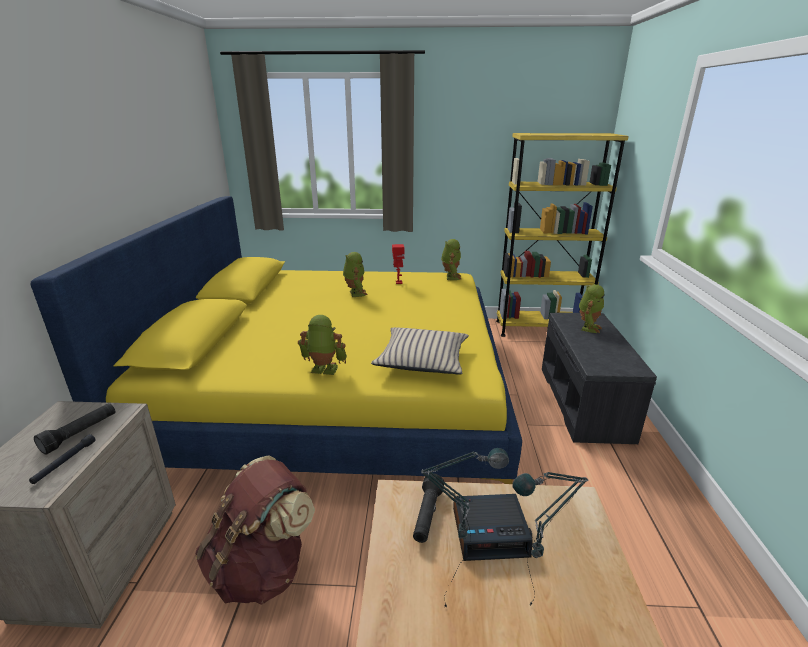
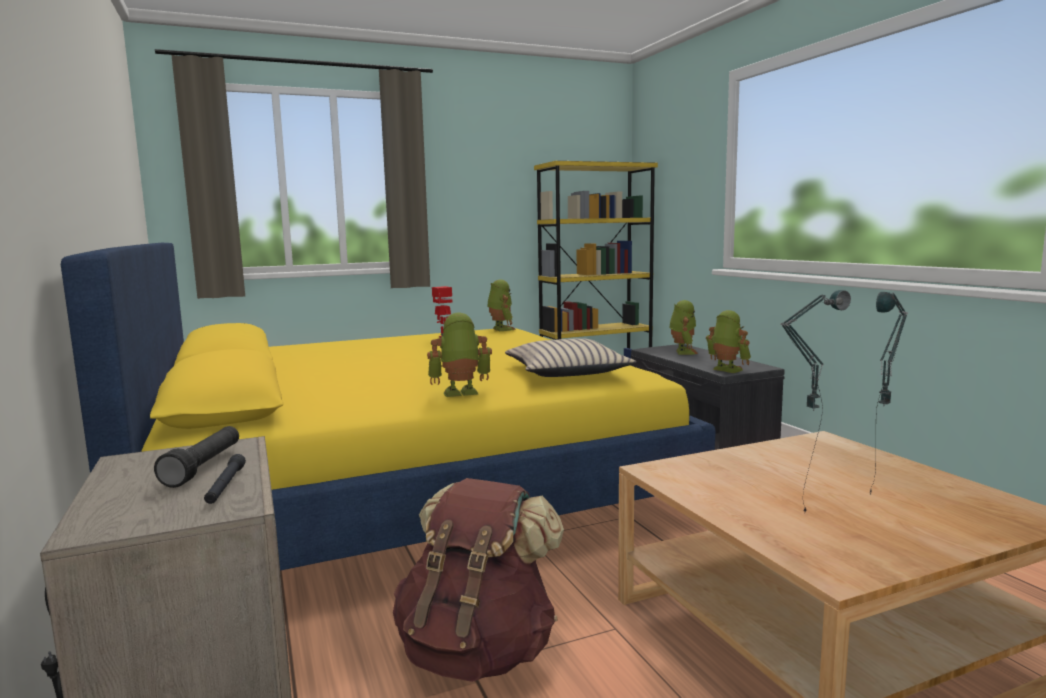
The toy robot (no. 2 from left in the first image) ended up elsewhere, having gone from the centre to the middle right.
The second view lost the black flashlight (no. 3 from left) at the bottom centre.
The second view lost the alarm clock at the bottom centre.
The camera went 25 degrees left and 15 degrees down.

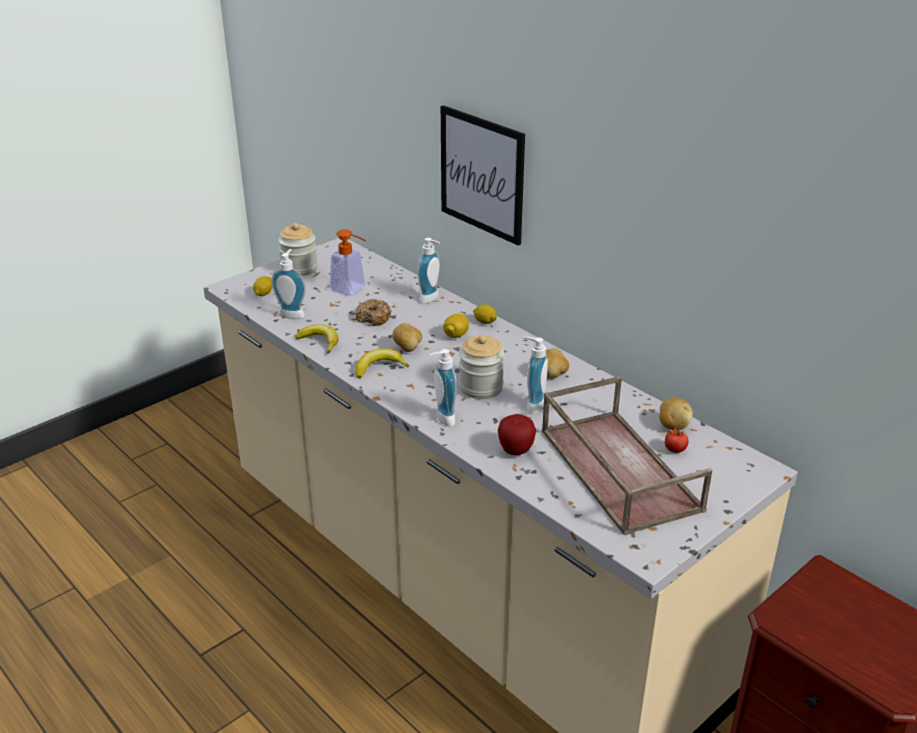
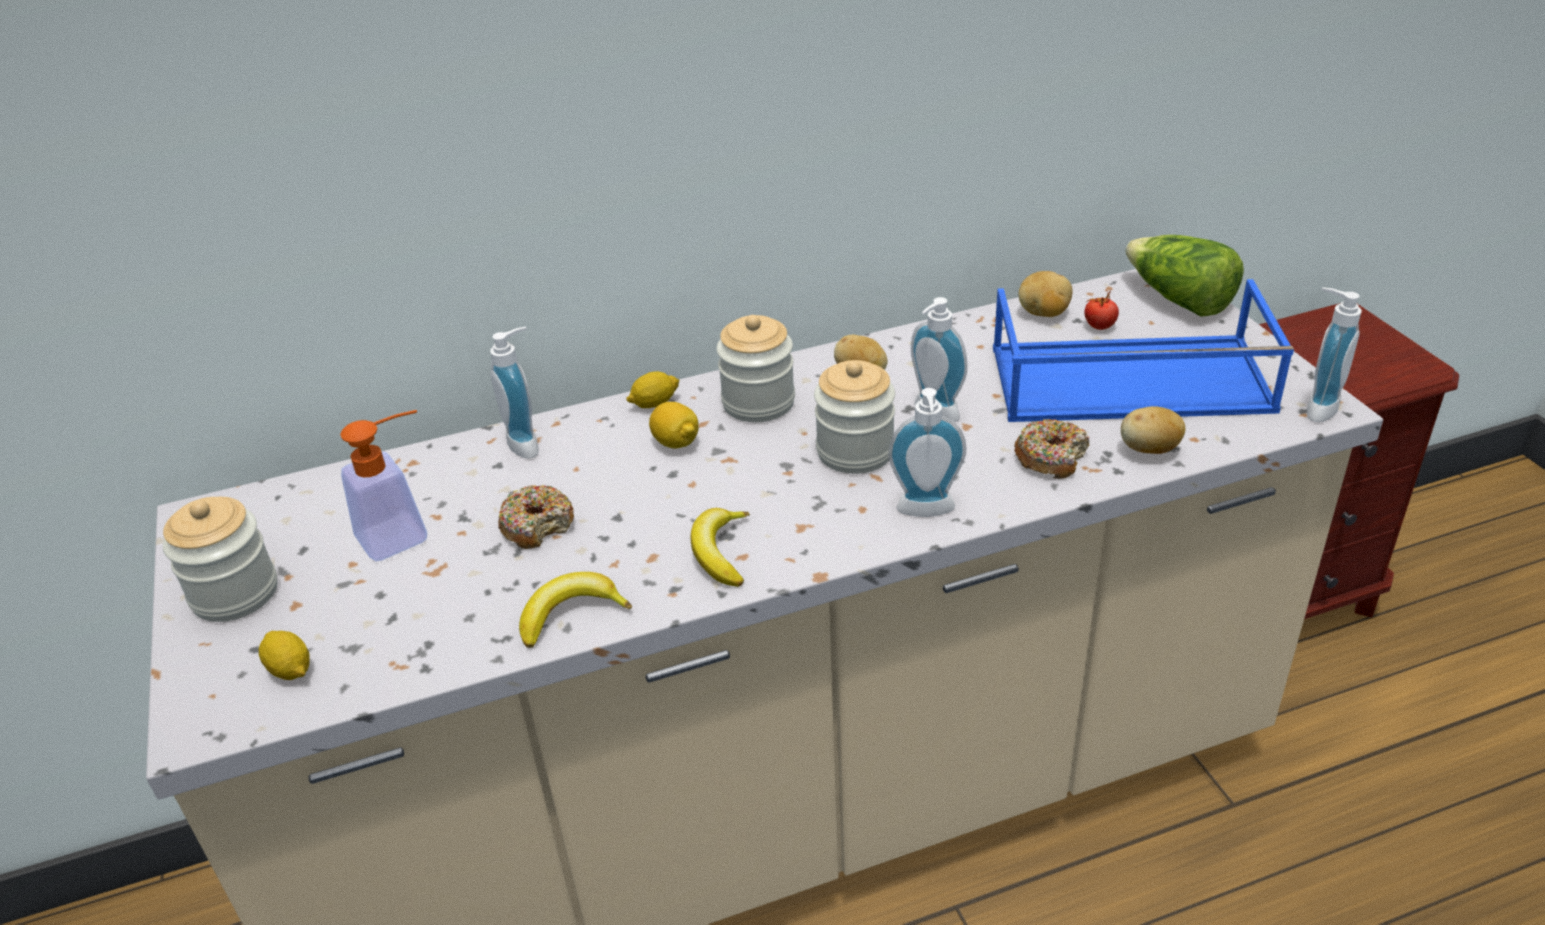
The soap dispenser (no. 1 from left in the first image) ended up elsewhere, having gone from the middle left to the middle right.
The potato (no. 1 from left in the first image) ended up elsewhere, having gone from the centre to the middle right.
The second view lost the picture at the top centre.
Where the apple stood at the centre, the donut (no. 2 from left) came to stand at the middle right.
What was the brown tray at the middle right turned into the blue tray at the middle right.
The second view gained the jar (no. 2 from left) at the centre.
The second view gained the lettuce at the top right.
The camera went 65 degrees left and 5 degrees up.

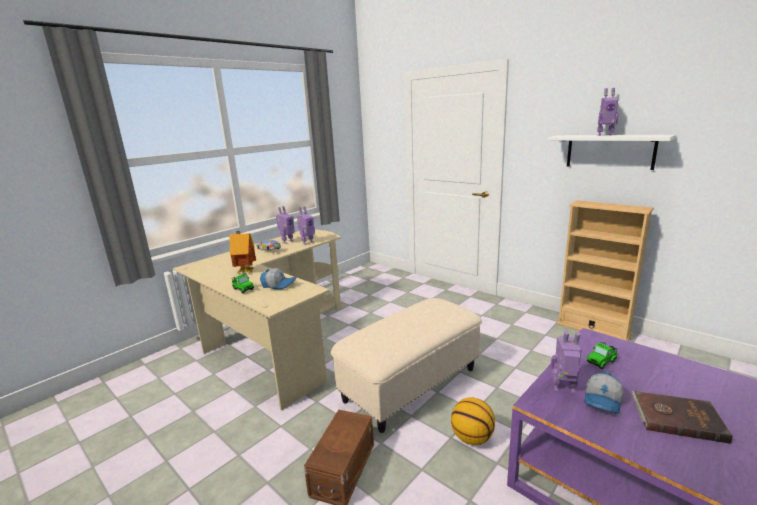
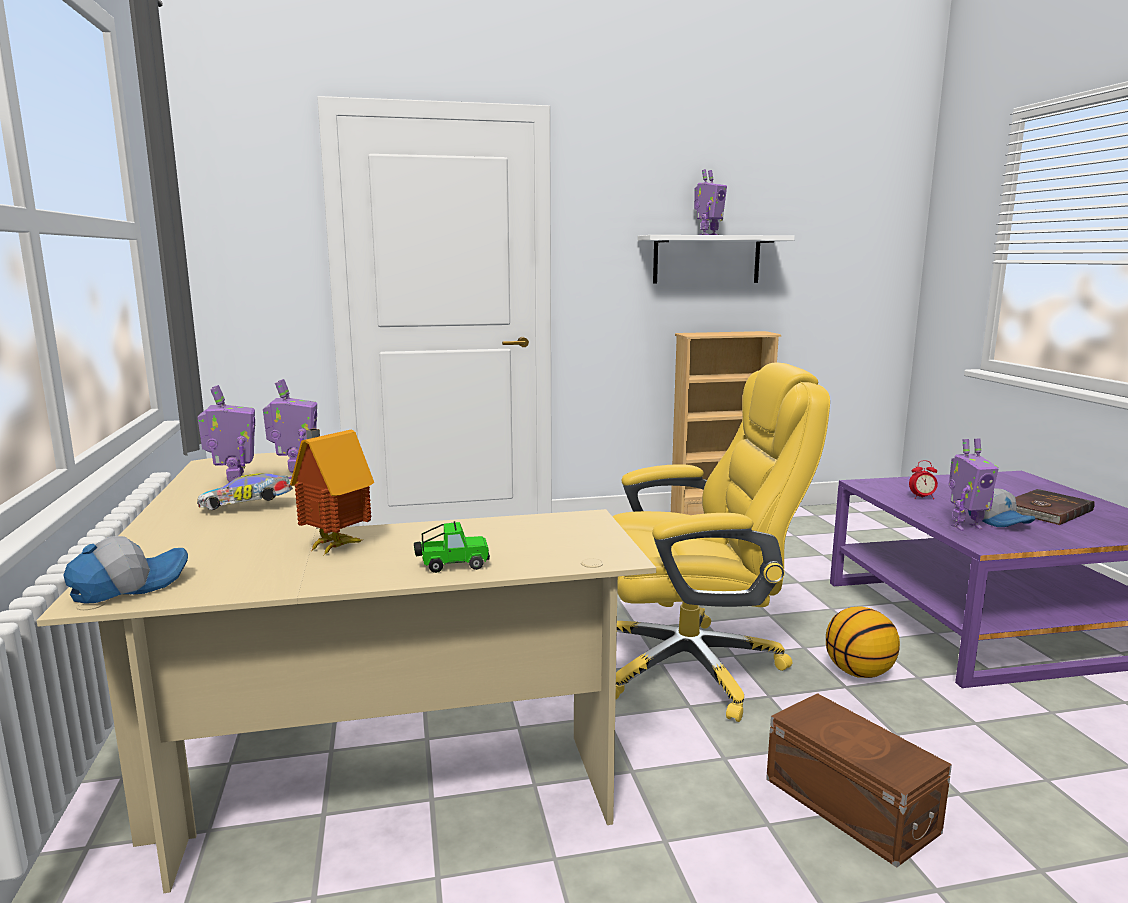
The cap (no. 1 from left) ended up elsewhere, having gone from the centre to the middle left.
Where the beige ottoman stood at the bottom centre, the yellow office chair came to stand at the centre.
The toy robot (no. 3 from left in the first image) at the bottom right ended up facing another way, 150 degrees counterclockwise from before.
Where the toy car (no. 3 from left) stood at the bottom right, the alarm clock came to stand at the middle right.
The camera went 55 degrees left and 5 degrees down.

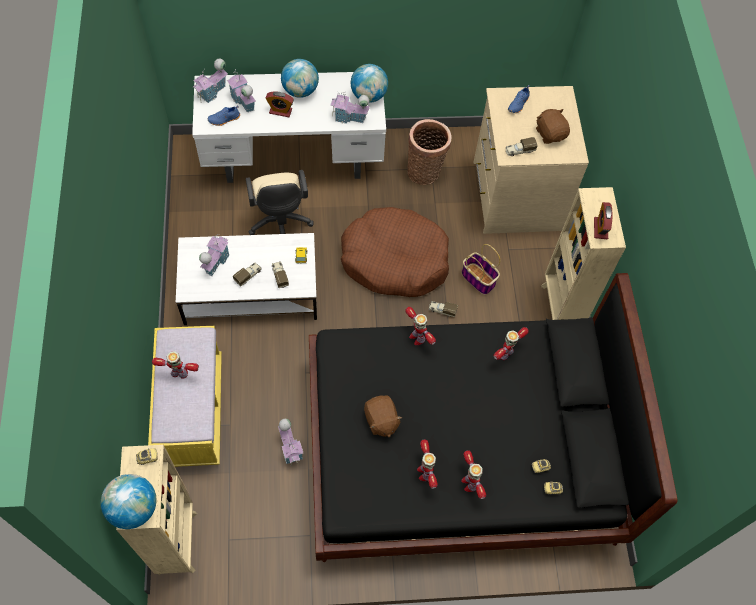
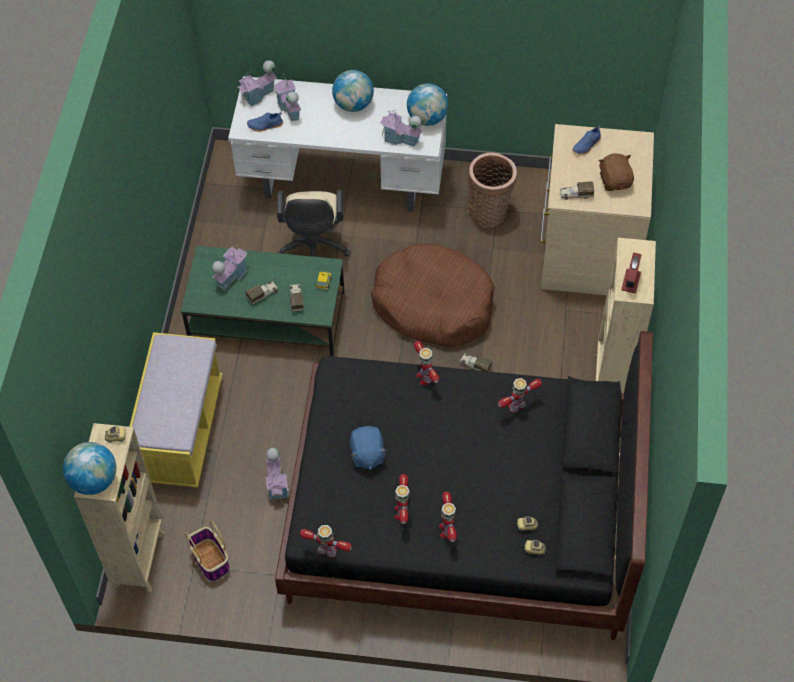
The toy robot (no. 1 from left) ended up elsewhere, having gone from the middle left to the bottom centre.
What was the white coffee table at the middle left turned into the green coffee table at the middle left.
The second view lost the alarm clock (no. 1 from left) at the top centre.
What was the brown plush toy (no. 1 from left) at the bottom centre turned into the blue plush toy at the centre.
The basket (no. 2 from left in the first image) ended up elsewhere, having gone from the centre to the bottom left.
The camera went 15 degrees right and 5 degrees down.

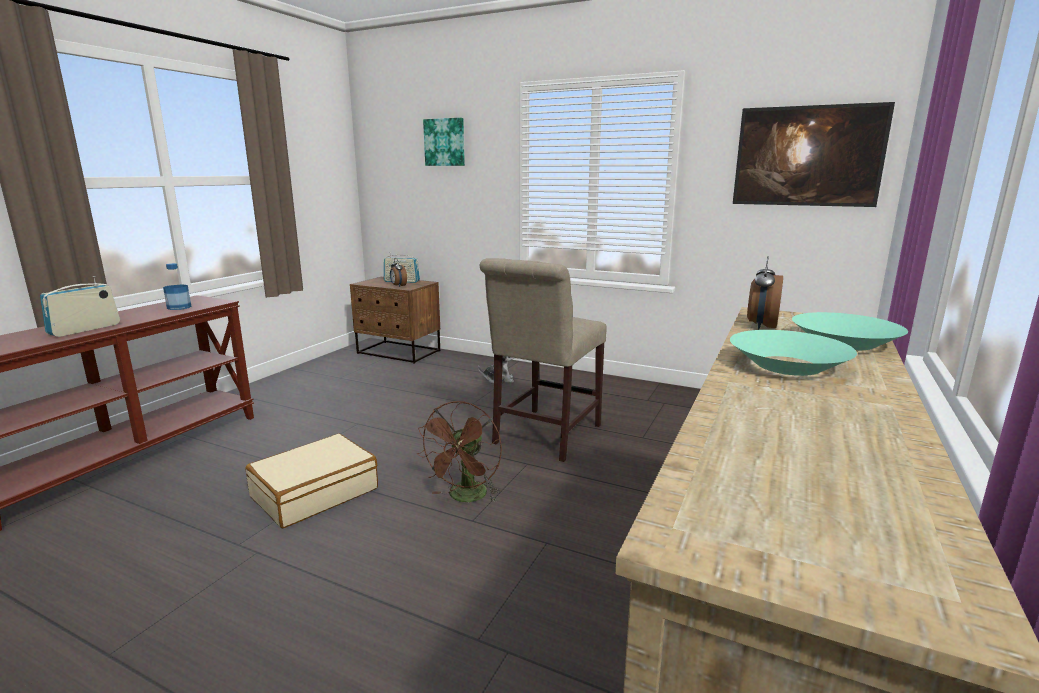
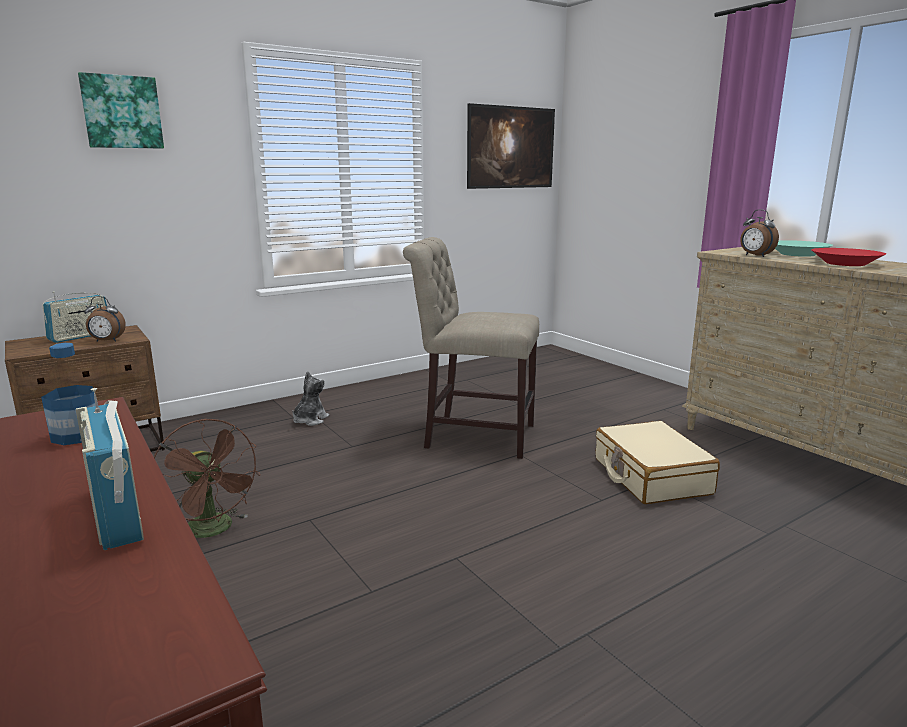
The beige suitcase ended up elsewhere, having gone from the bottom left to the middle right.
The brown fan ended up elsewhere, having gone from the centre to the middle left.
The beige chair at the centre ended up facing another way, 135 degrees clockwise from before.
What was the turquoise bowl (no. 1 from left) at the middle right turned into the red bowl at the middle right.
The camera went 60 degrees left and 0 degrees up.

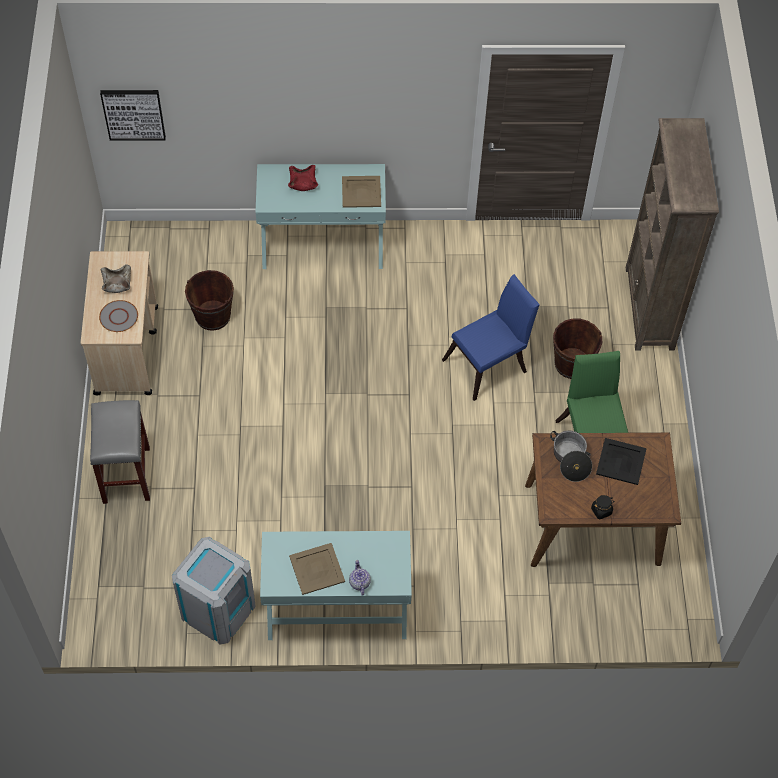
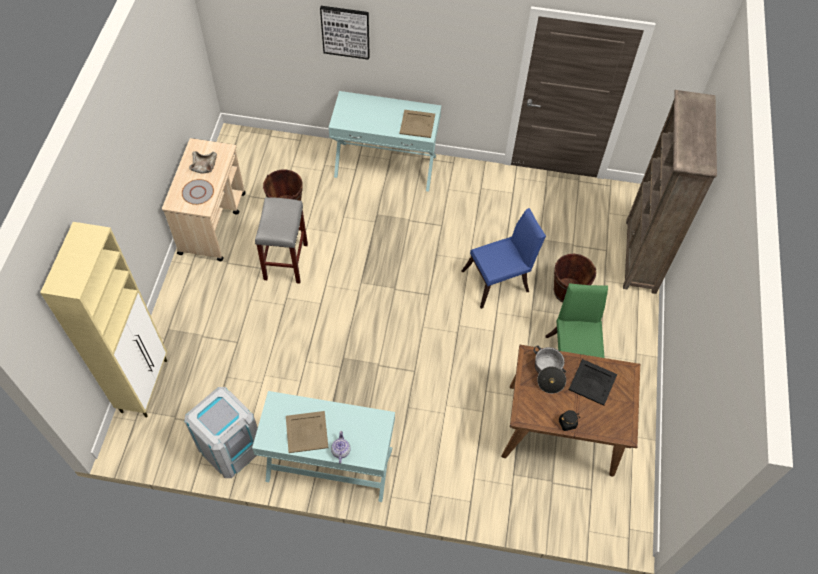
The grey stool ended up elsewhere, having gone from the middle left to the centre.
The picture ended up elsewhere, having gone from the top left to the top centre.
The second view lost the red bowl at the top centre.
The second view gained the beige cabinet at the middle left.
The camera went 10 degrees right and 0 degrees up.

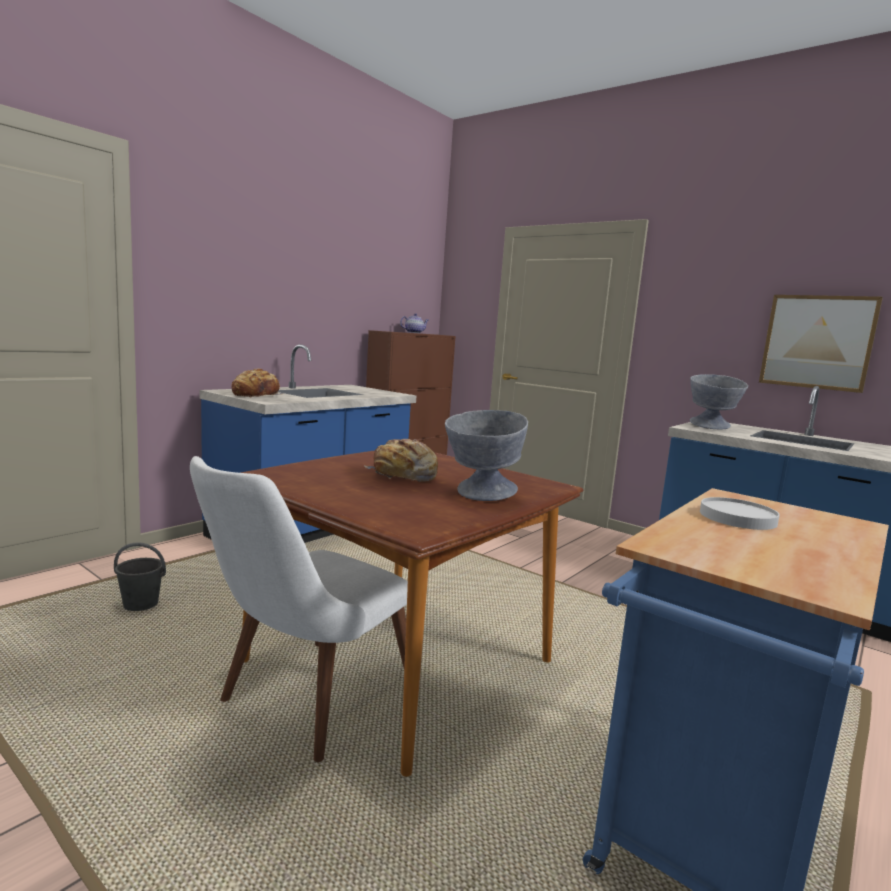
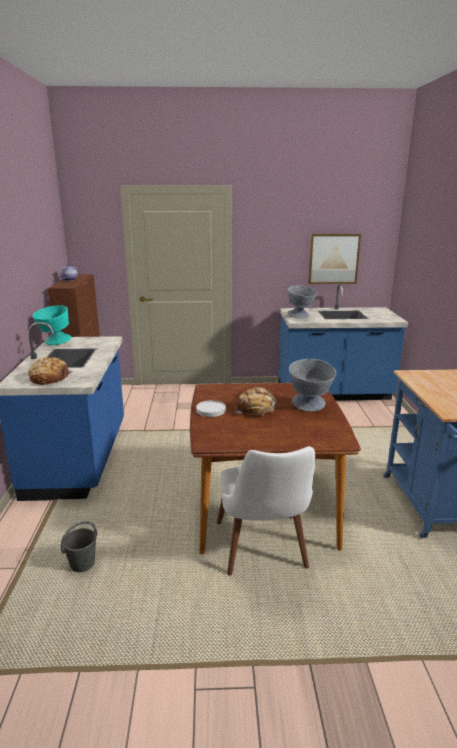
The white plate ended up elsewhere, having gone from the middle right to the centre.
The second view gained the turquoise bowl at the middle left.
The camera went 40 degrees left and 10 degrees up.

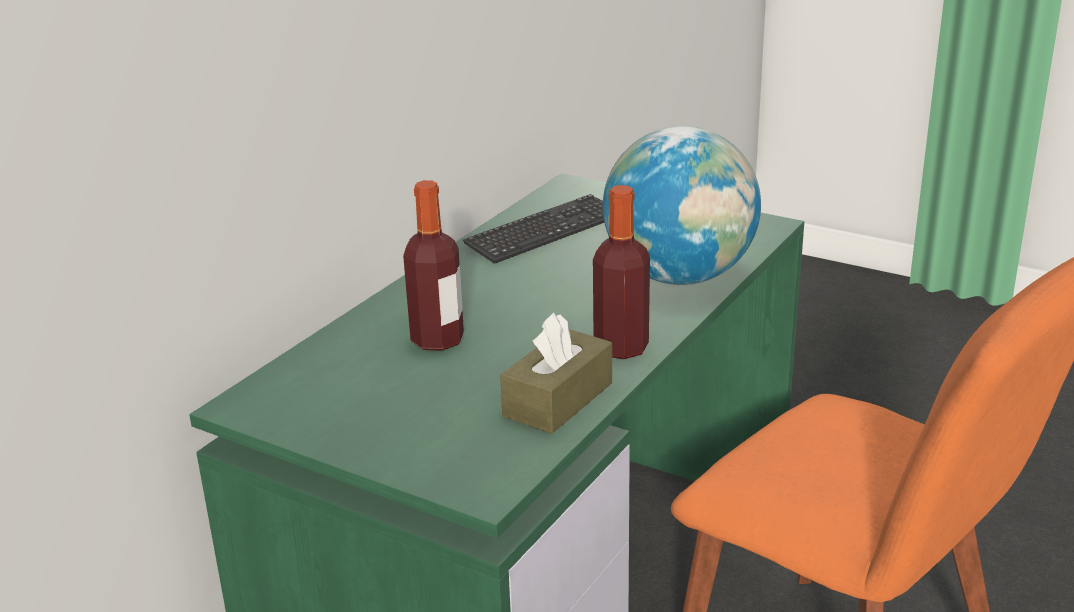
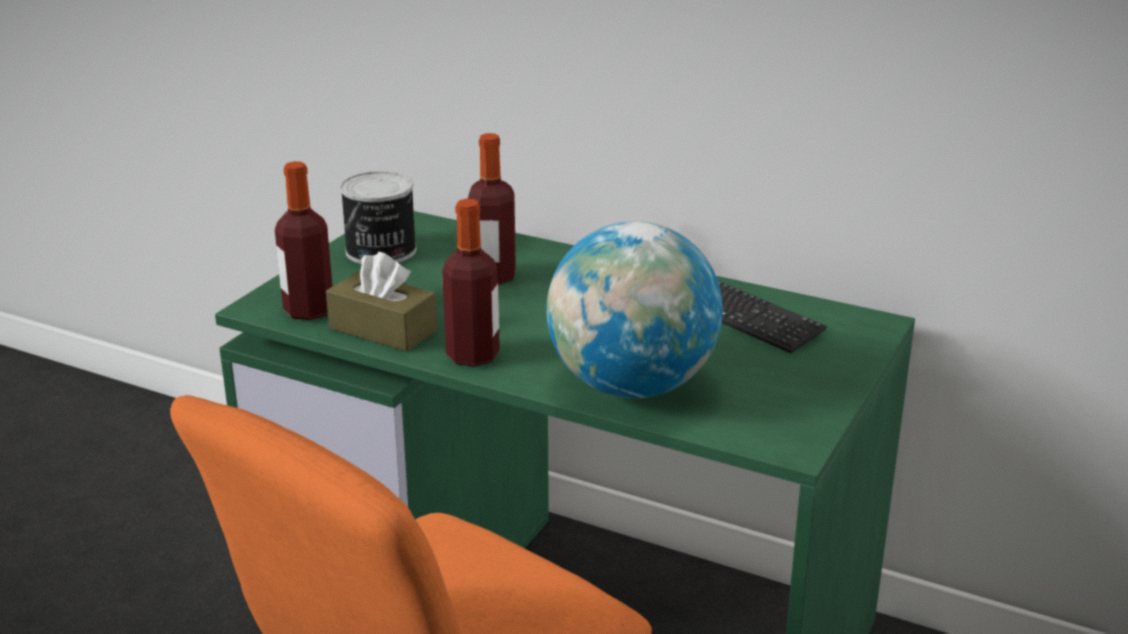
The second view gained the bottle (no. 1 from left) at the middle left.
The second view gained the can at the centre.
The camera went 85 degrees right and 0 degrees up.

